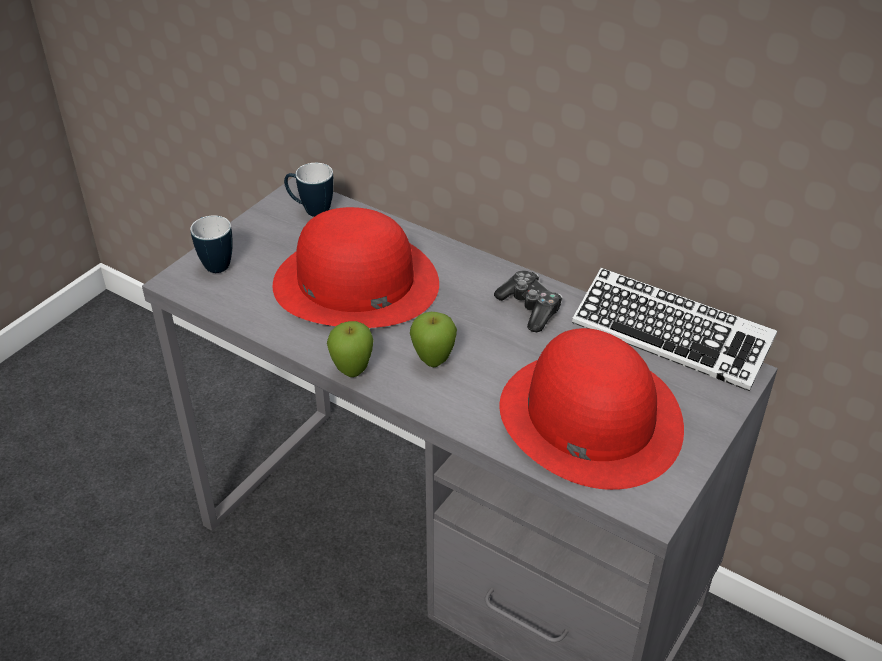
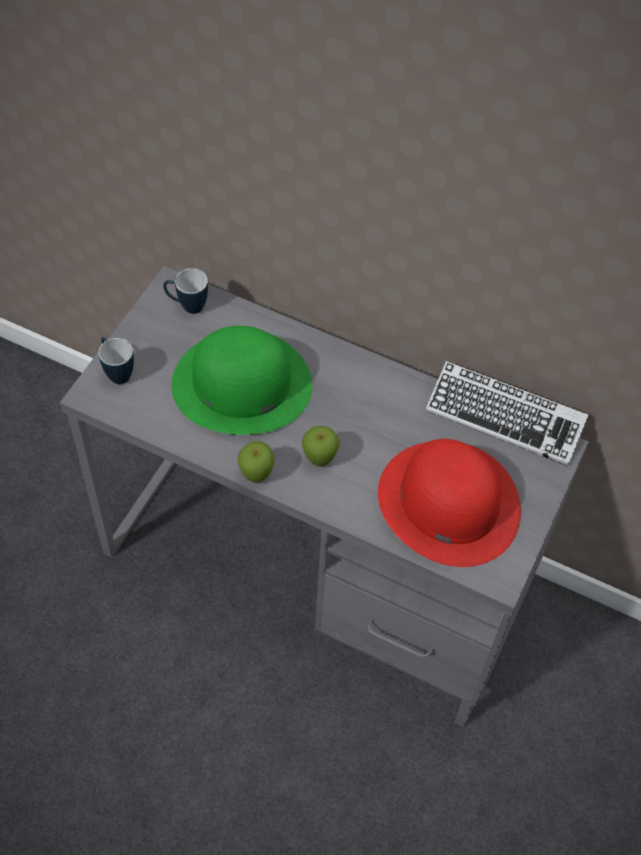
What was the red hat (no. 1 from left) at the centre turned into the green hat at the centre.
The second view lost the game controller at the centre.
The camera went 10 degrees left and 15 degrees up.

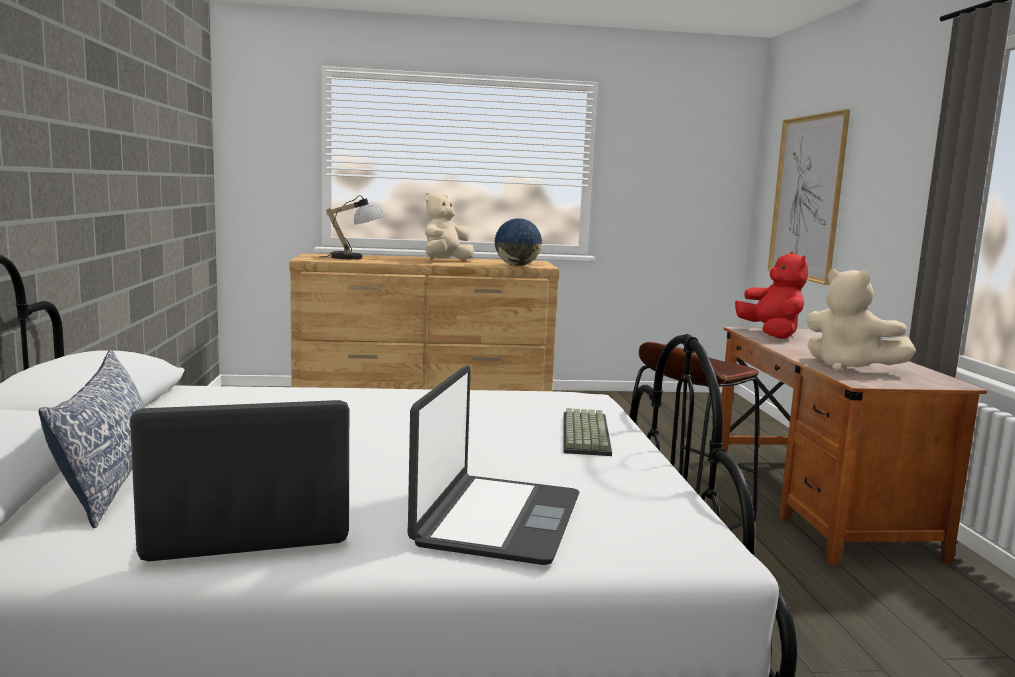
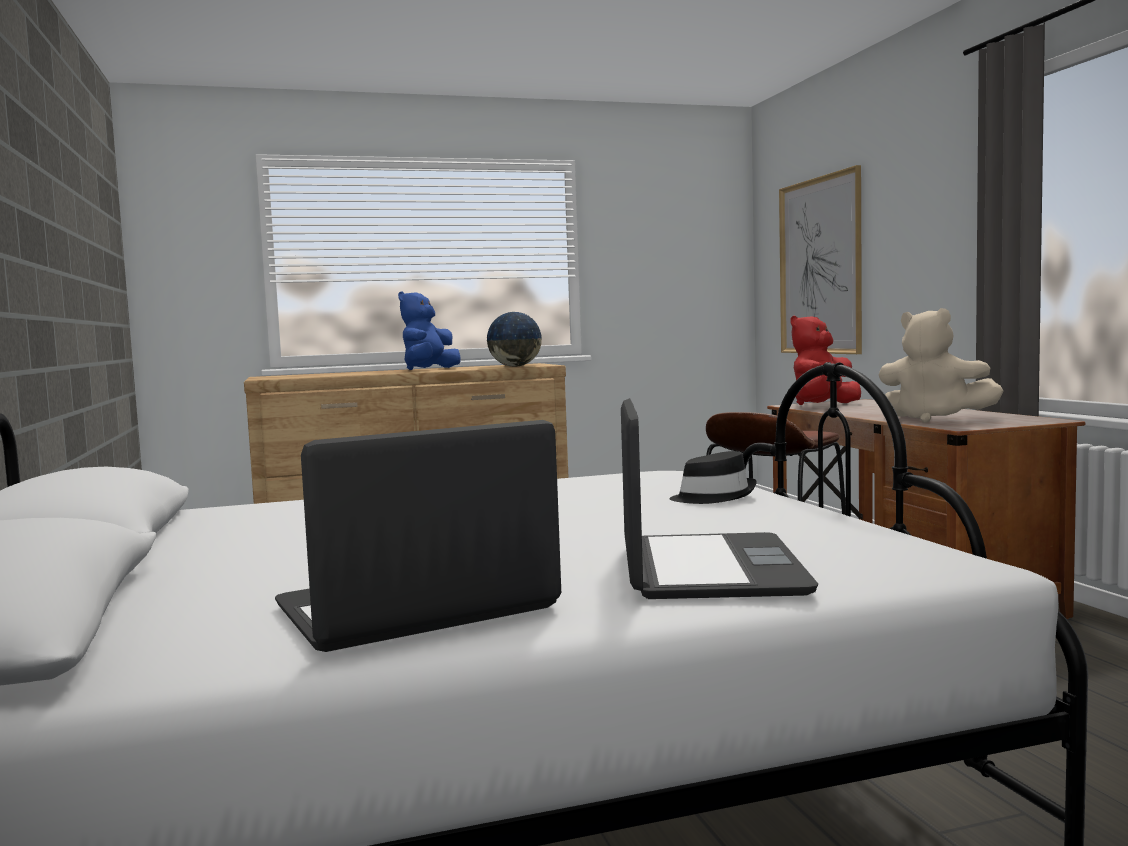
The second view lost the pillow at the middle left.
The second view lost the table lamp at the centre.
What was the beige plush toy (no. 1 from left) at the centre turned into the blue plush toy at the centre.
Where the keyboard stood at the centre, the black hat came to stand at the centre.
The red plush toy at the middle right ended up facing another way, 105 degrees counterclockwise from before.
The camera went 10 degrees left and 5 degrees down.

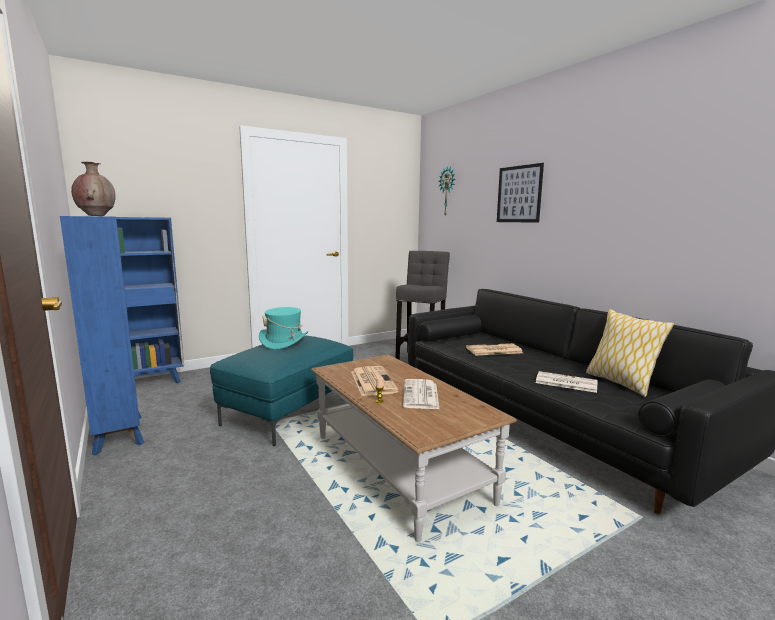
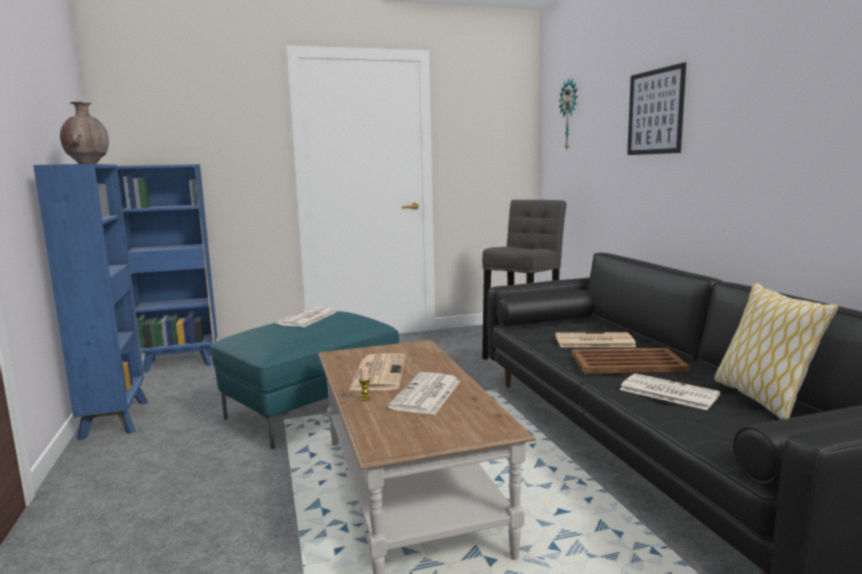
Where the turquoise hat stood at the centre, the newspaper (no. 1 from left) came to stand at the centre.
The second view gained the brown tray at the middle right.
The camera went 15 degrees right and 0 degrees up.

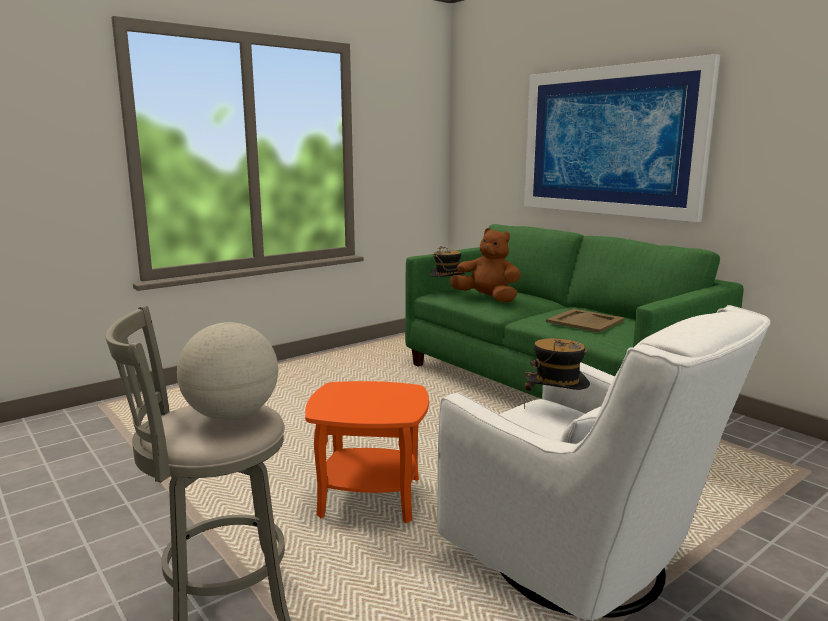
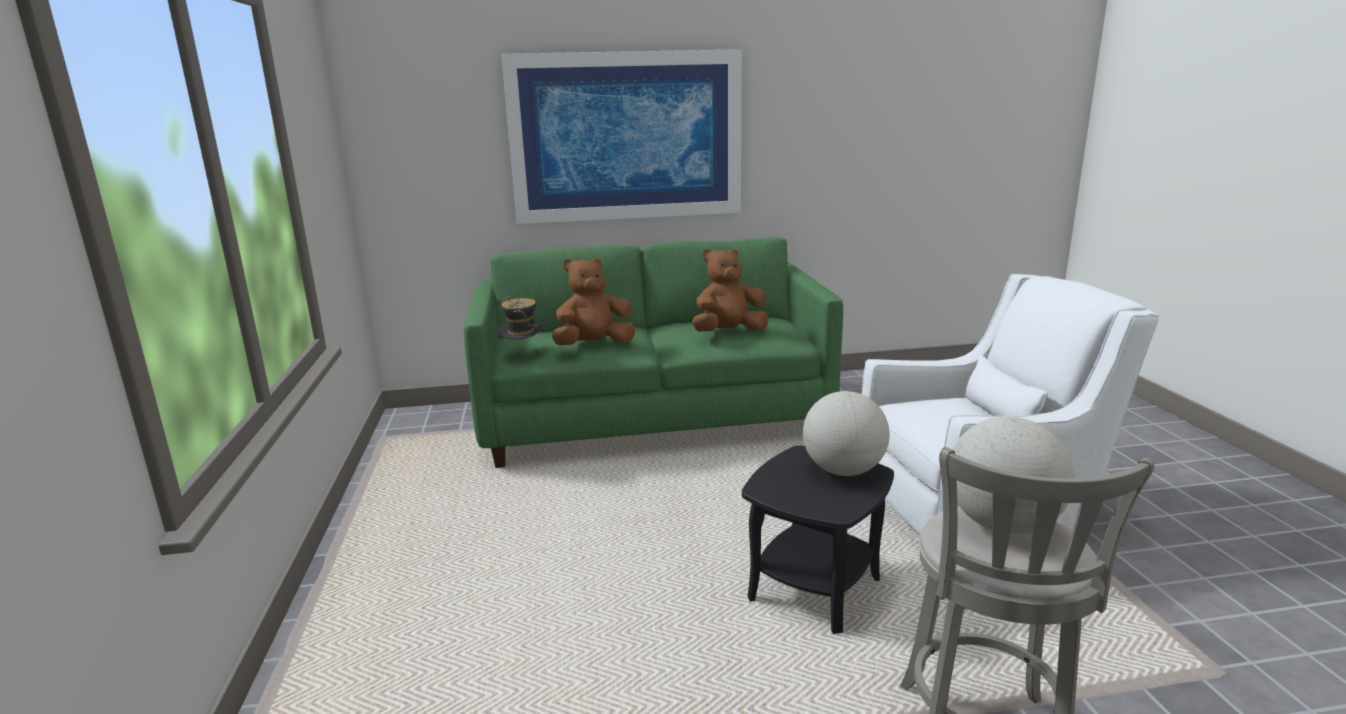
What was the orange side table at the bottom centre turned into the black side table at the bottom centre.
The second view lost the hat (no. 2 from left) at the middle right.
Where the beige tray stood at the middle right, the brown plush toy (no. 2 from left) came to stand at the centre.
The second view gained the globe (no. 1 from left) at the centre.
The camera went 60 degrees left and 5 degrees up.

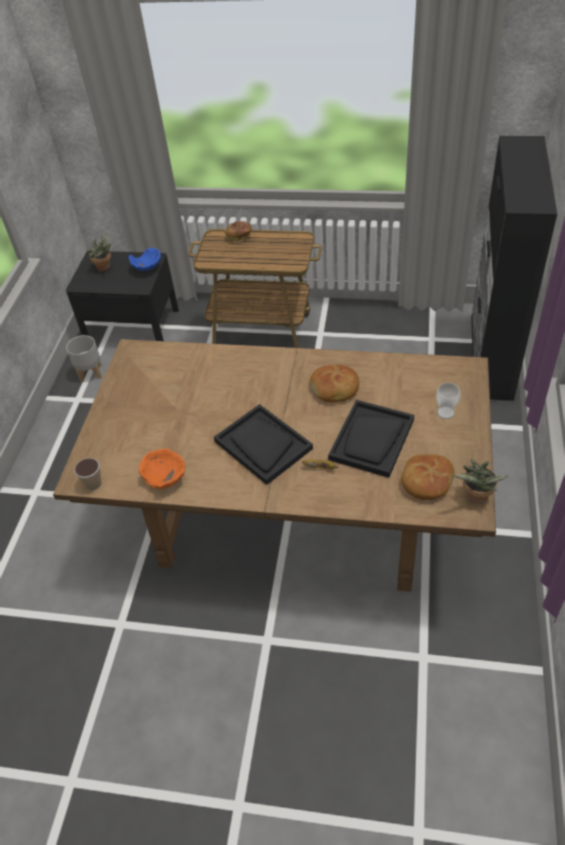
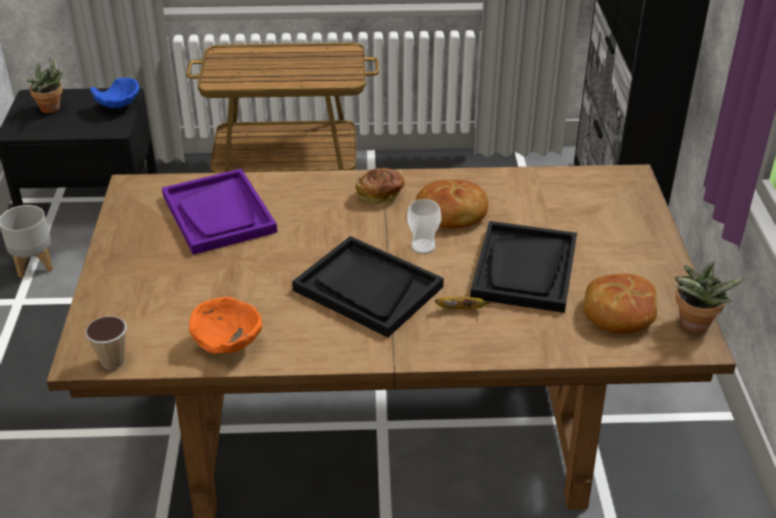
The bread (no. 1 from left) ended up elsewhere, having gone from the top centre to the centre.
The cup (no. 2 from left) ended up elsewhere, having gone from the middle right to the centre.
The second view gained the purple tray at the middle left.
The camera went 15 degrees left and 10 degrees down.

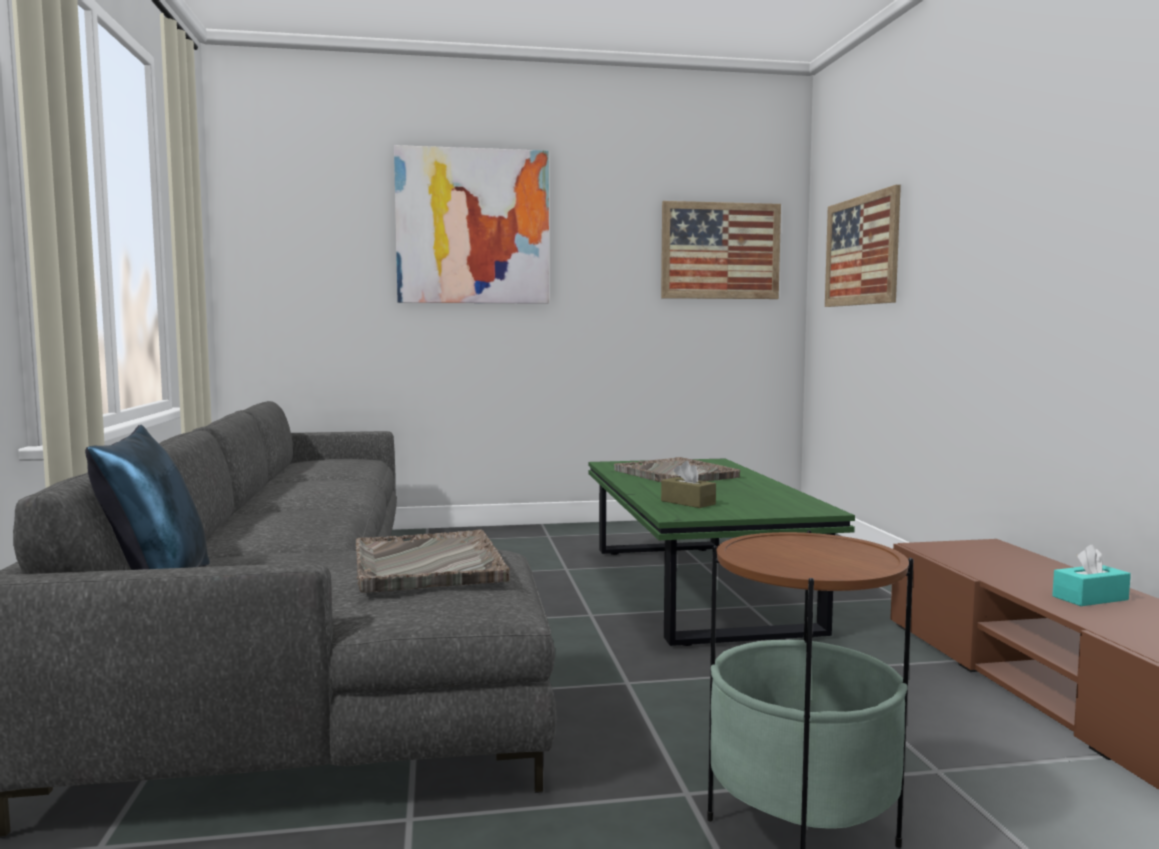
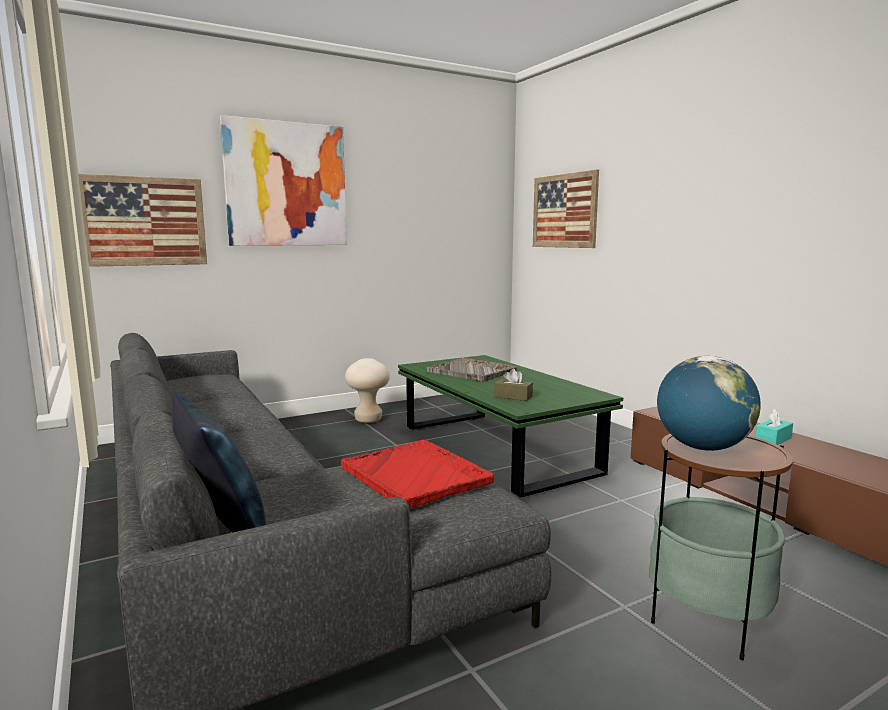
What was the grey tray (no. 1 from left) at the centre turned into the red tray at the bottom centre.
The picture (no. 2 from left in the first image) ended up elsewhere, having gone from the top centre to the top left.
The second view gained the beige stool at the centre.
The second view gained the globe at the middle right.
The camera went 20 degrees left and 5 degrees up.

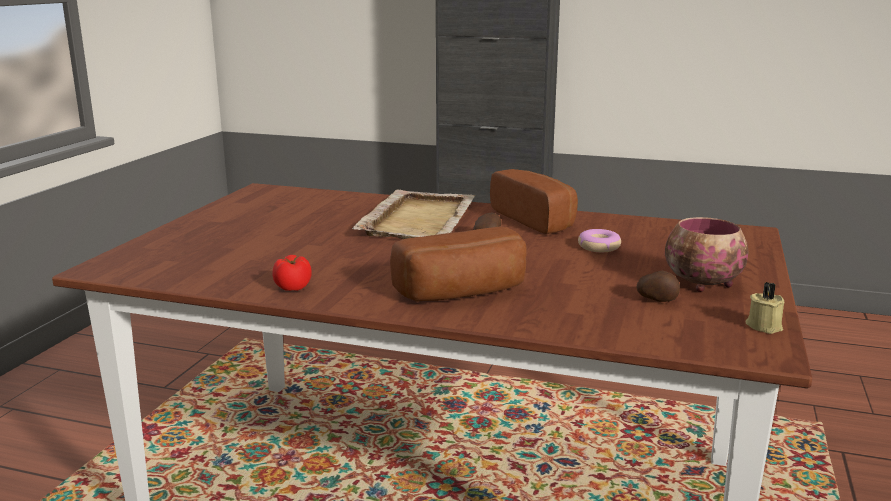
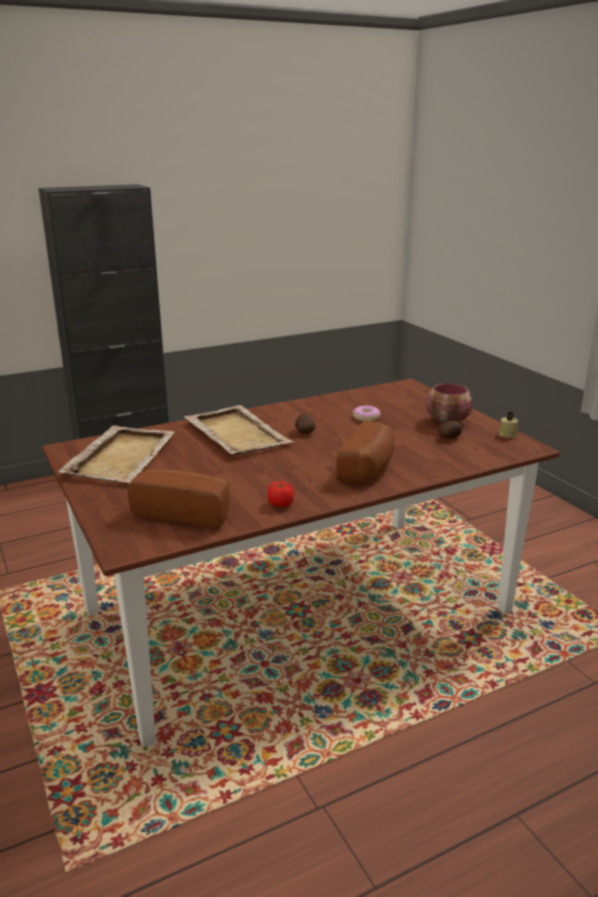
The bread (no. 2 from left in the first image) ended up elsewhere, having gone from the centre to the middle left.
The second view gained the beige tray (no. 1 from left) at the middle left.
The camera went 45 degrees left and 5 degrees up.

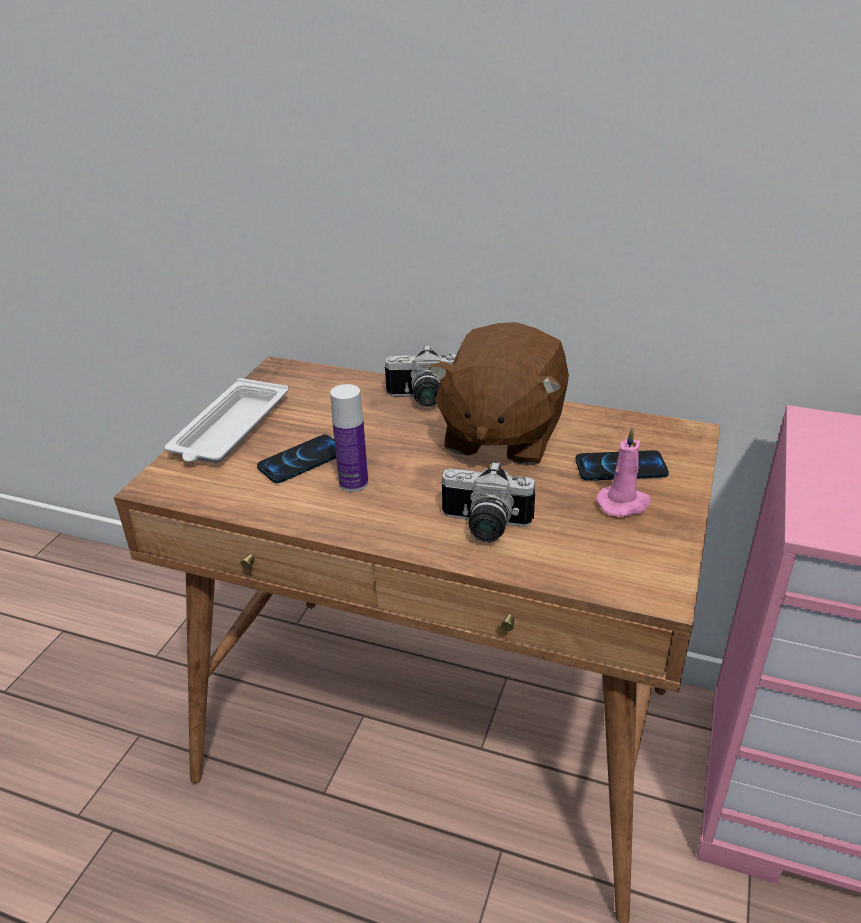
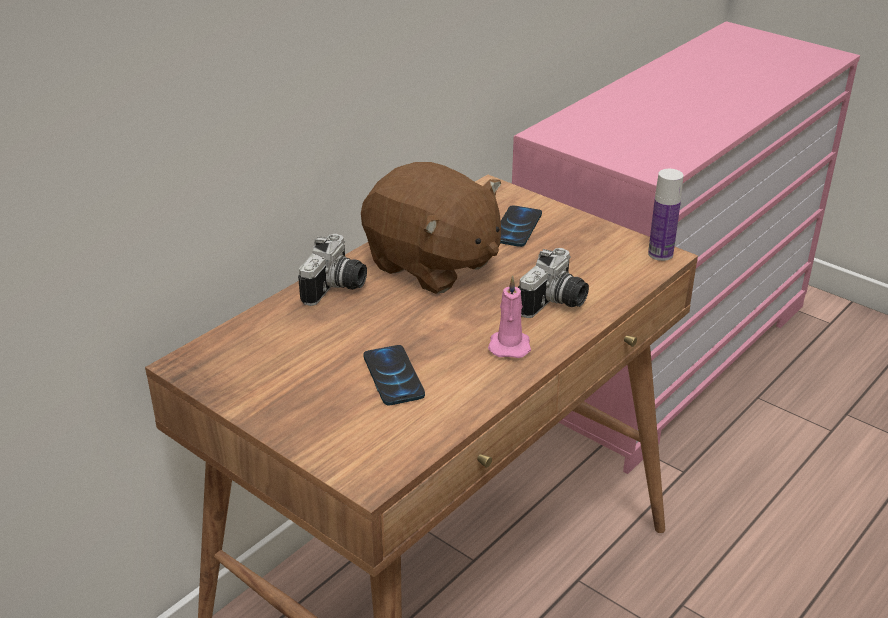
The second view lost the white tray at the middle left.
The bottle ended up elsewhere, having gone from the centre to the middle right.
The pink candle ended up elsewhere, having gone from the middle right to the centre.
The camera went 70 degrees left and 0 degrees up.

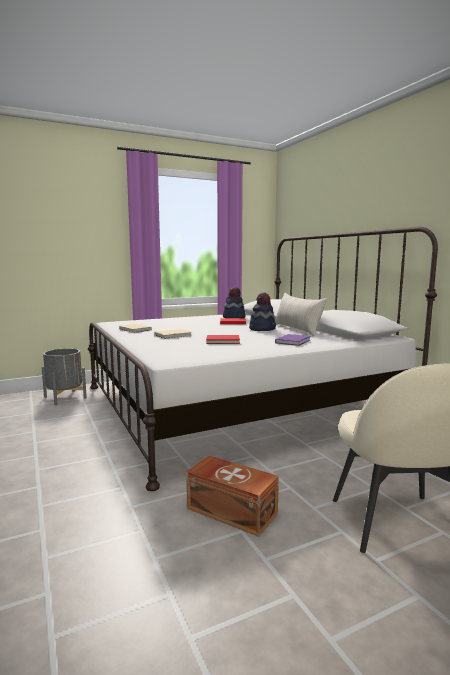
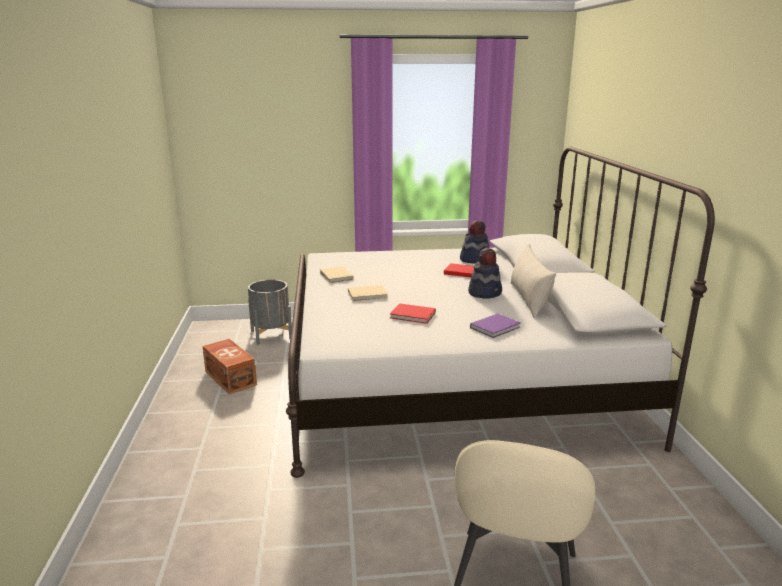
The brown storage box ended up elsewhere, having gone from the bottom centre to the middle left.
The camera went 20 degrees right and 10 degrees up.

